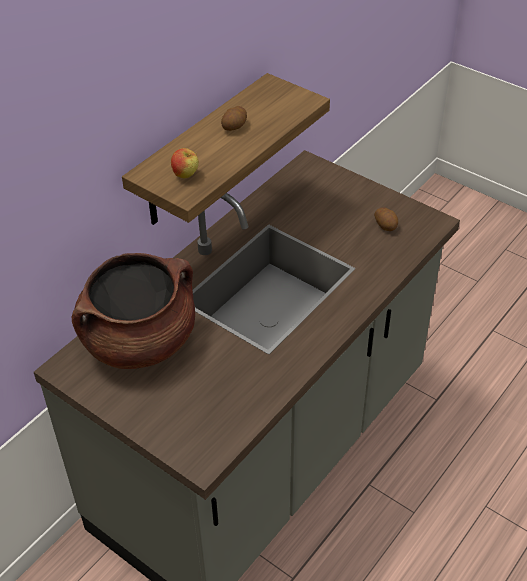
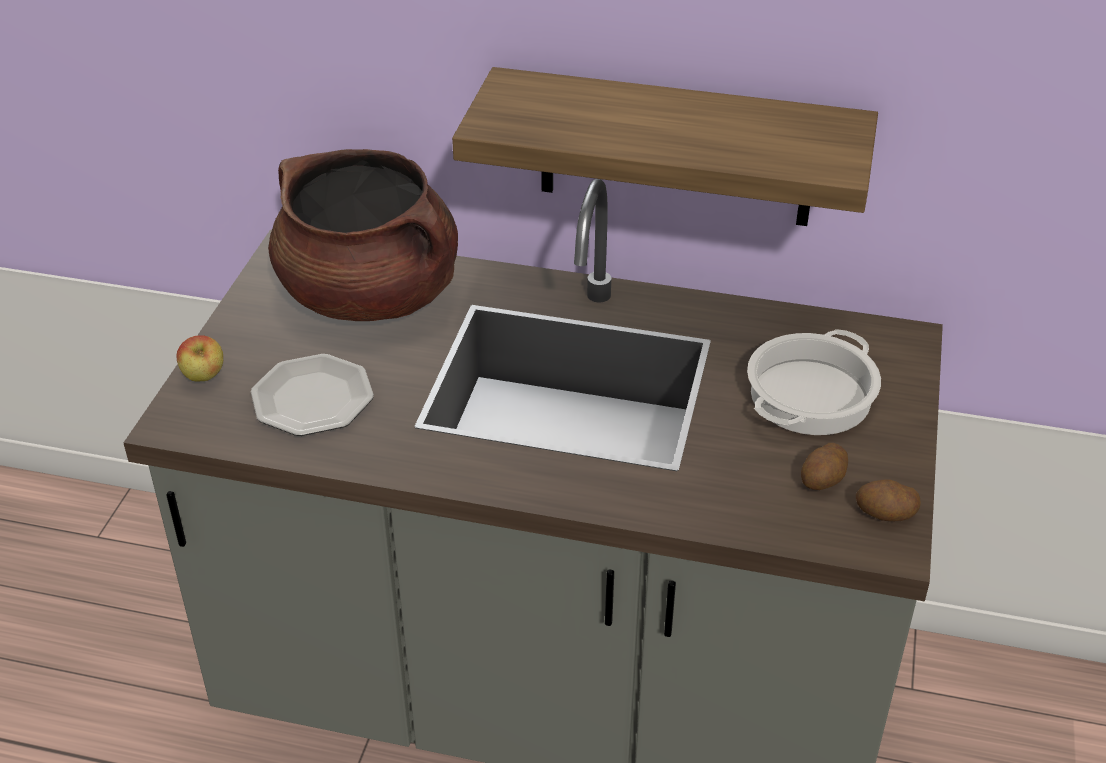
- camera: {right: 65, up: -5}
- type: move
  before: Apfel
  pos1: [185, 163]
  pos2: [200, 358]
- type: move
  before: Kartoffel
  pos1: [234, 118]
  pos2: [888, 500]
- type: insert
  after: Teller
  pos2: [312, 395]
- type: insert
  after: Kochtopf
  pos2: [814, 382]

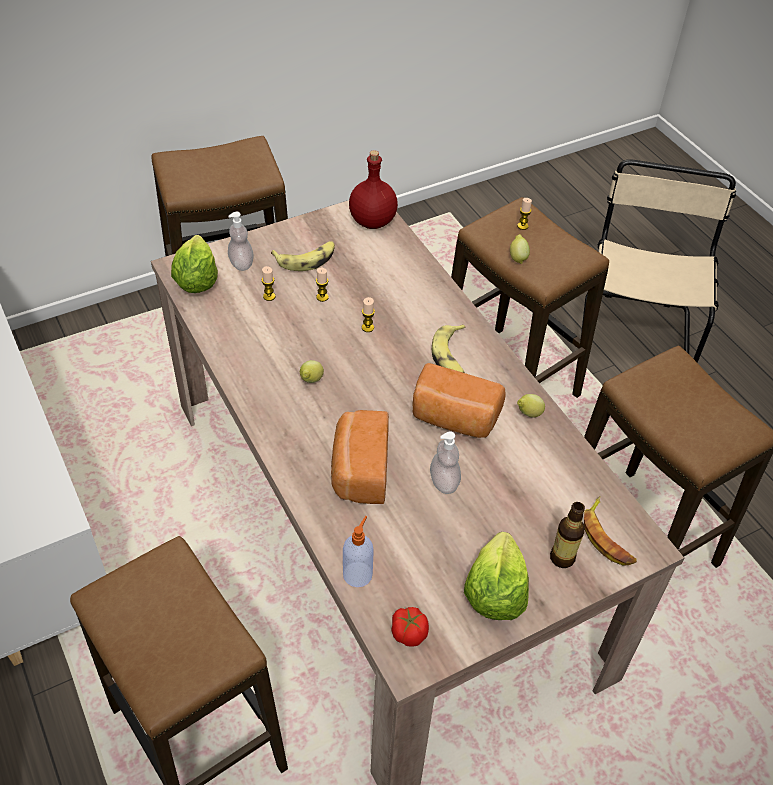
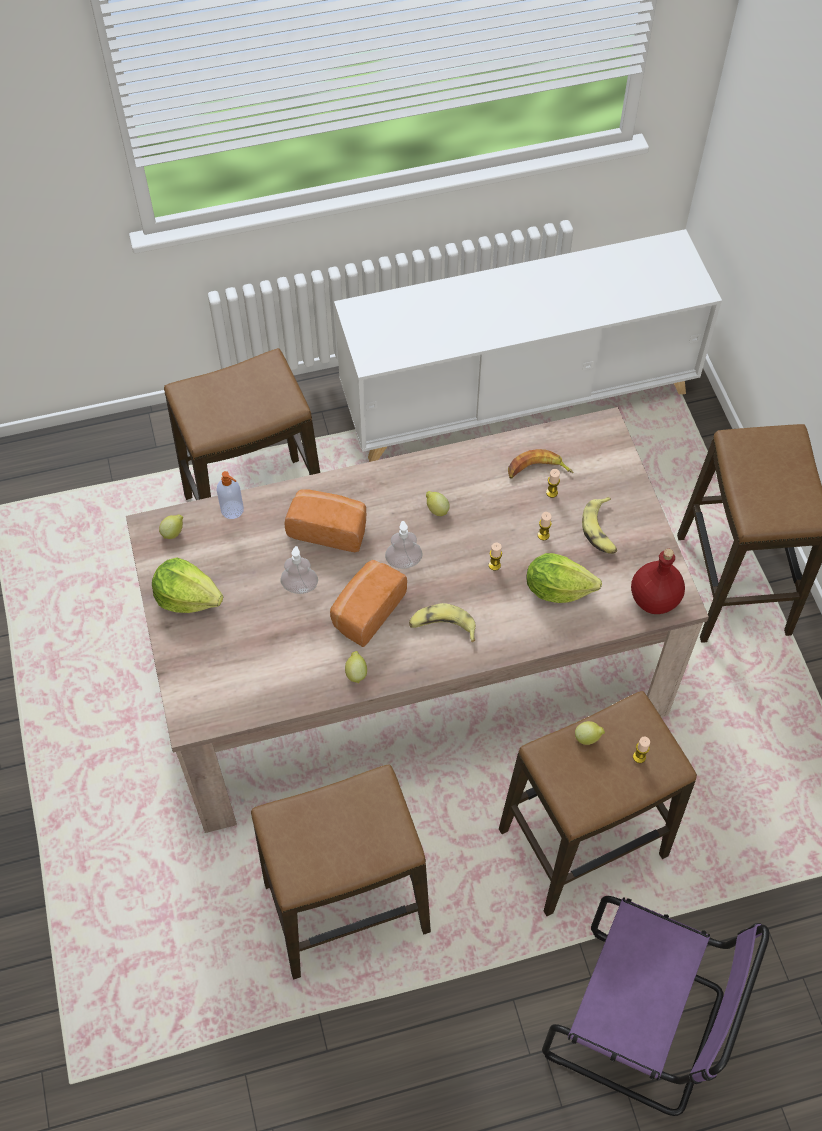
- camera: {right: 105, up: 10}
- type: move
  before: Salatkopf
  pos1: [194, 264]
  pos2: [564, 578]
- type: move
  before: Seifenspender
  pos1: [241, 241]
  pos2: [404, 545]
- type: replace
  before: Tomate
  after: Zitrone
  pos1: [410, 627]
  pos2: [171, 526]
- type: delete
  before: Flasche
  pos1: [567, 535]
- type: recolor
  before: Stuhl/beige
  after: Stuhl/lila
  pos1: [658, 261]
  pos2: [655, 1006]
- type: move
  before: Banane
  pos1: [610, 531]
  pos2: [540, 464]

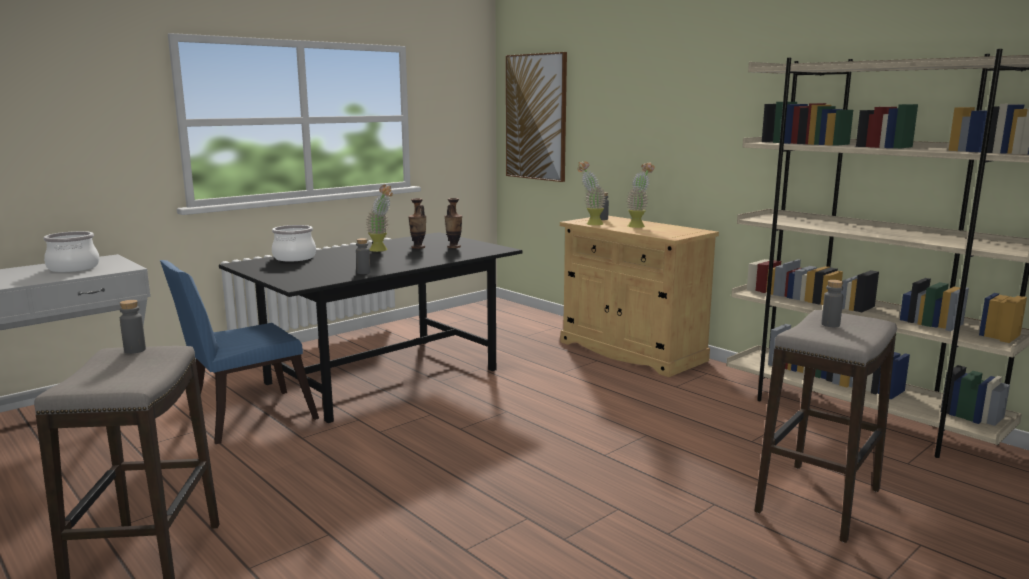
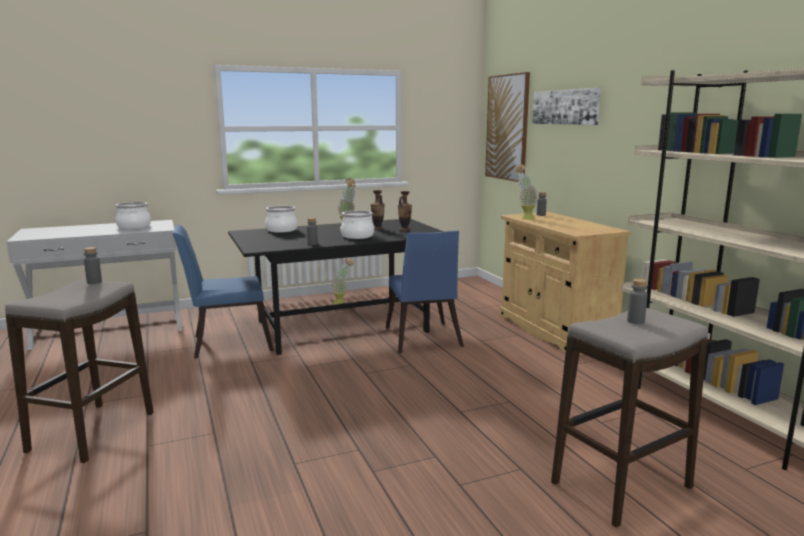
- camera: {right: 20, up: 0}
- type: move
  before: Topfpflanze
  pos1: [641, 195]
  pos2: [343, 281]
- type: insert
  after: Kochtopf
  pos2: [357, 224]
- type: insert
  after: Stuhl/blau
  pos2: [425, 292]
- type: insert
  after: Bild
  pos2: [566, 106]

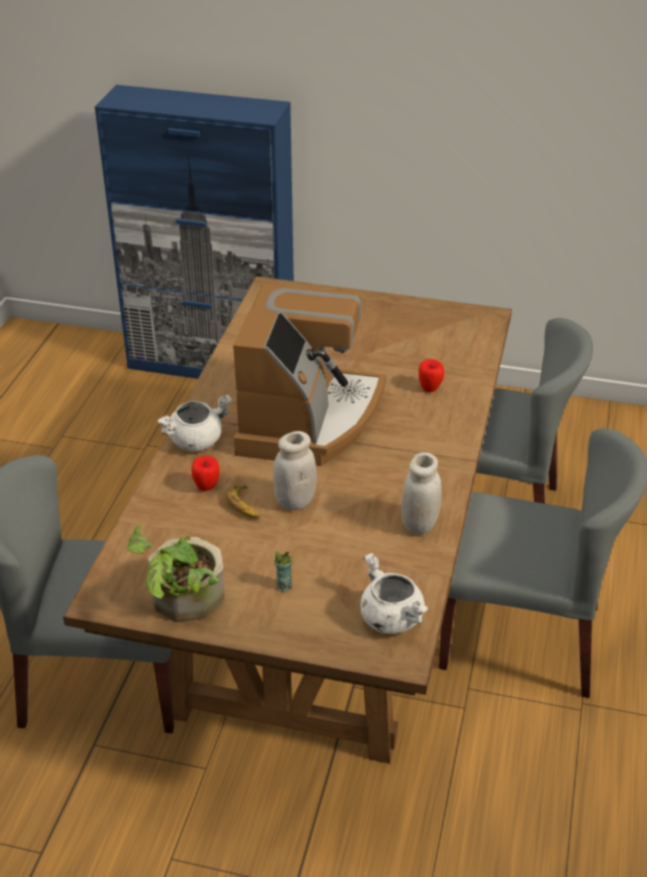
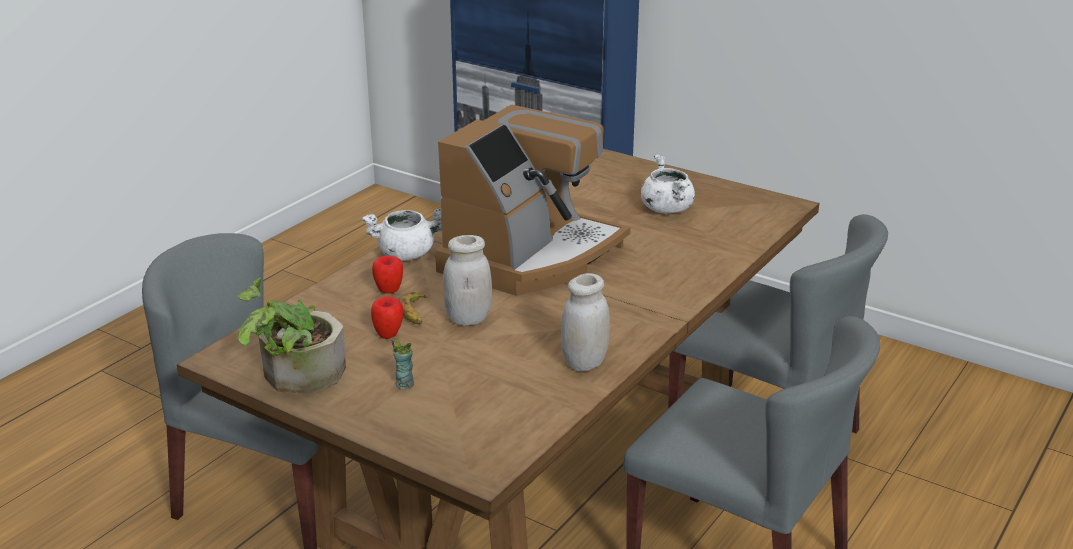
- camera: {right: 20, up: -10}
- type: move
  before: Kochtopf/weiß
  pos1: [394, 593]
  pos2: [668, 184]
- type: move
  before: Apfel
  pos1: [431, 375]
  pos2: [387, 318]

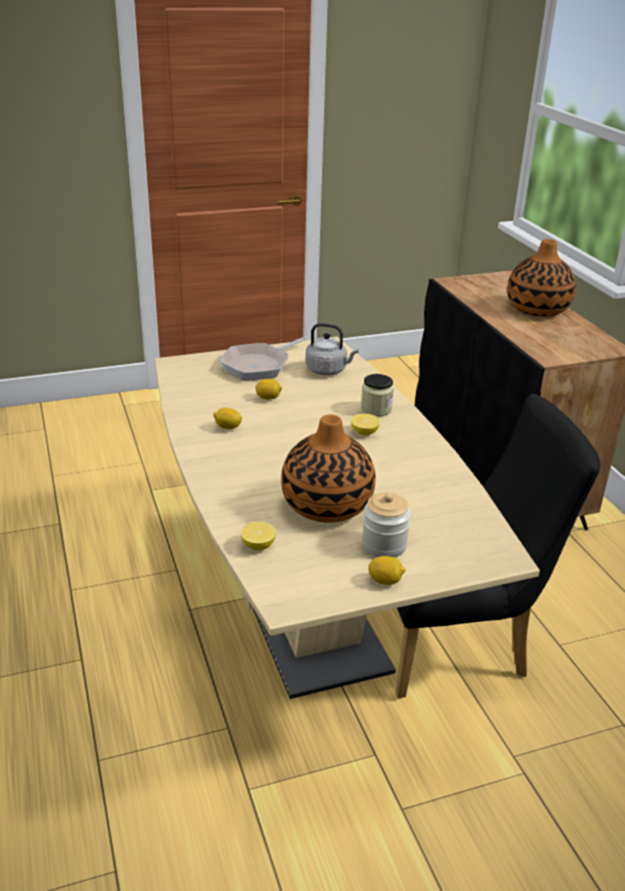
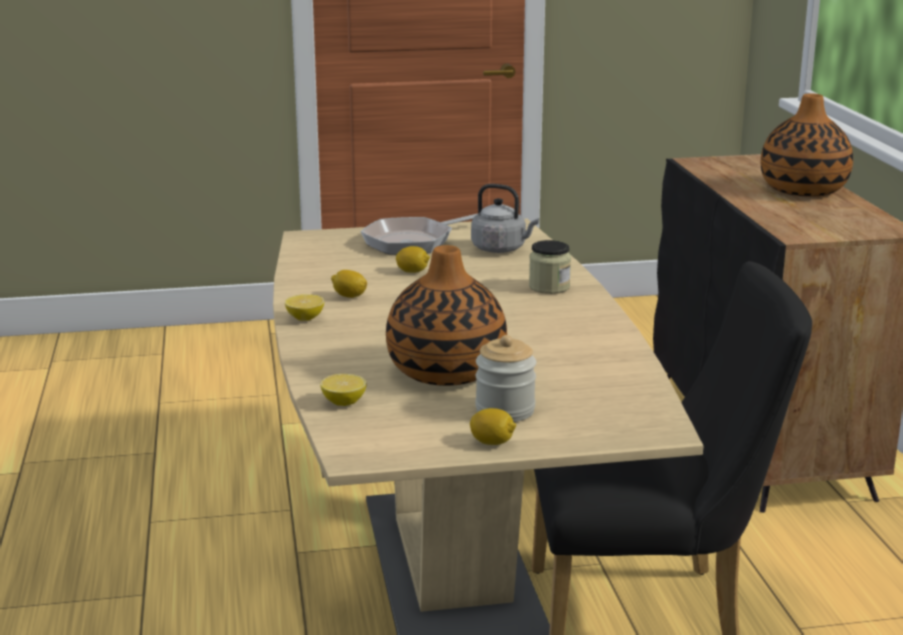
- camera: {right: 10, up: -10}
- type: move
  before: Zitrone
  pos1: [365, 424]
  pos2: [304, 307]

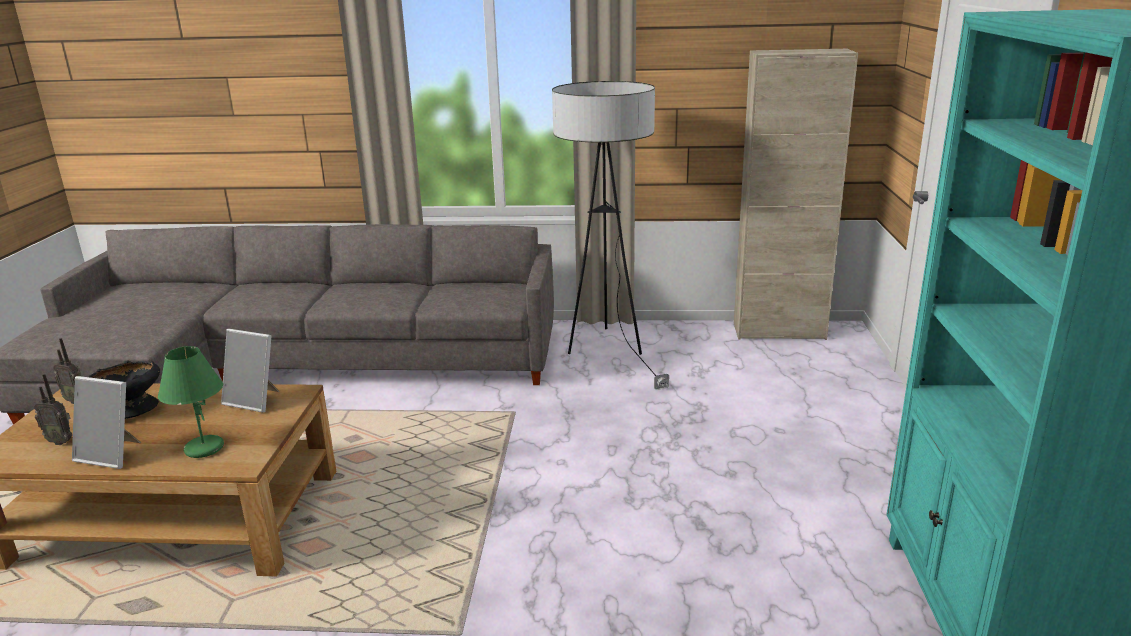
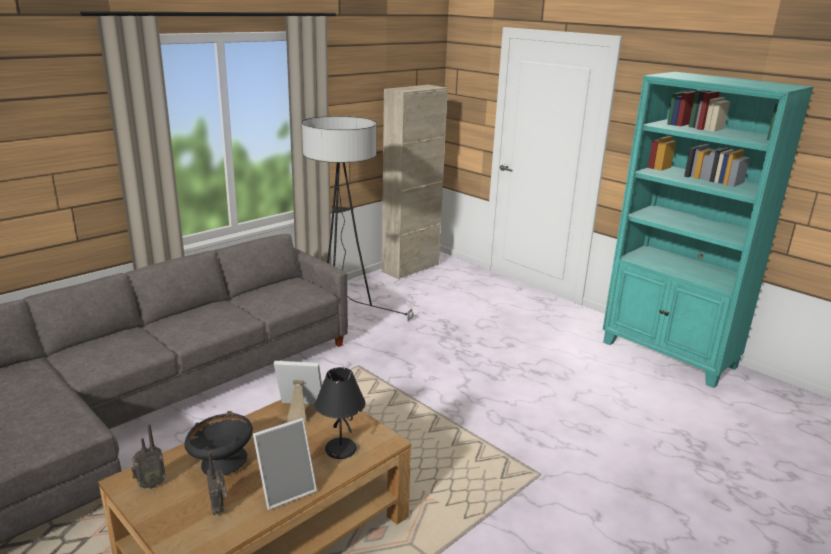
- camera: {right: -50, up: 0}
- type: rotate
  before: Radio
  pos1: [53, 409]
  pos2: [217, 483]
  turn: 105
- type: recolor
  before: Tischlampe/grün
  after: Tischlampe/schwarz
  pos1: [191, 402]
  pos2: [340, 413]
- type: rotate
  before: Bilderrahmen
  pos1: [250, 371]
  pos2: [298, 392]
  turn: -150

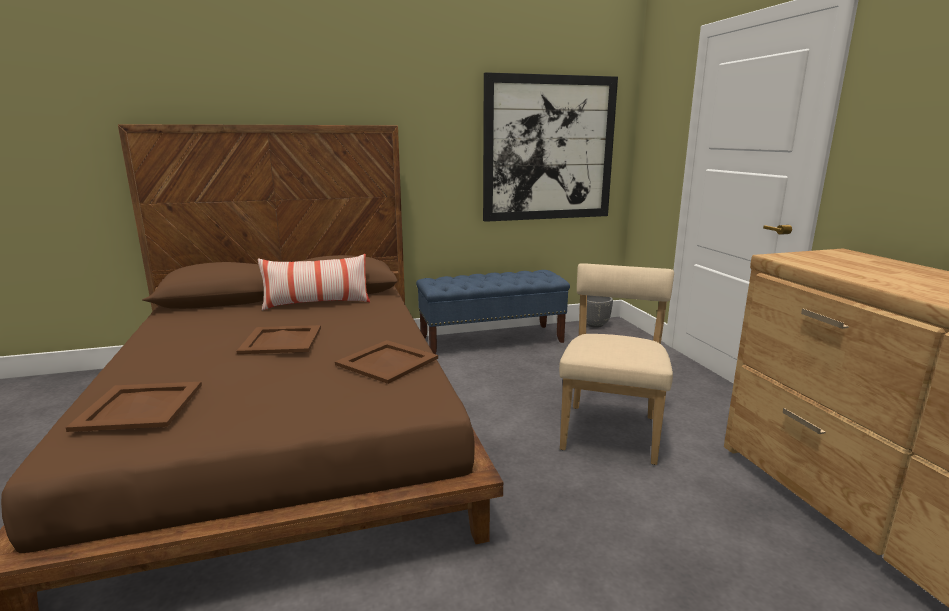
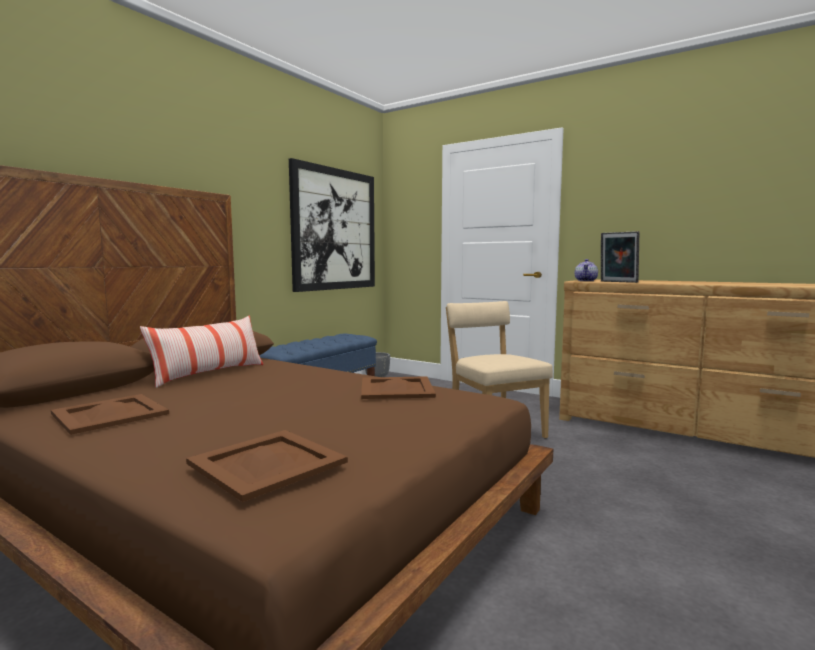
- camera: {right: -40, up: -10}
- type: move
  before: Tablett/braun
  pos1: [278, 339]
  pos2: [110, 414]
- type: insert
  after: Teekanne
  pos2: [586, 270]
- type: insert
  after: Bilderrahmen
  pos2: [620, 257]

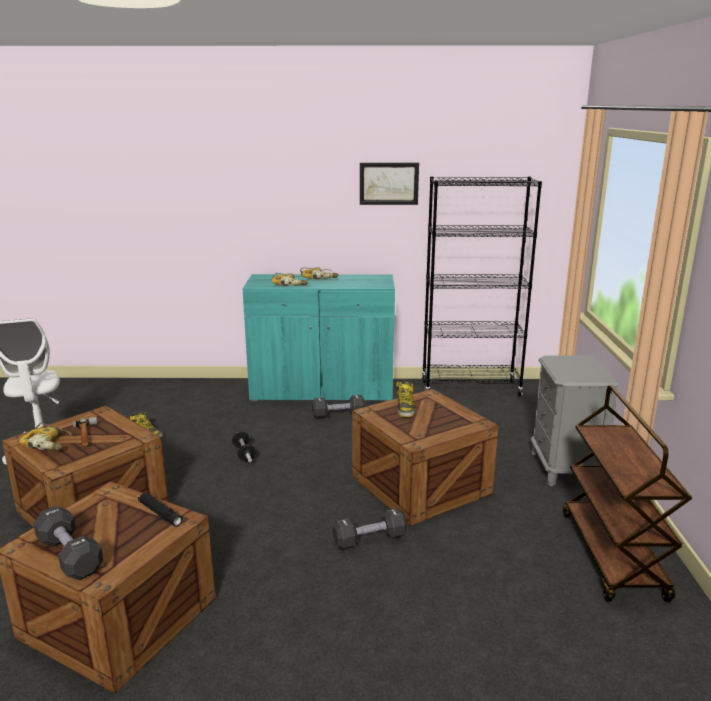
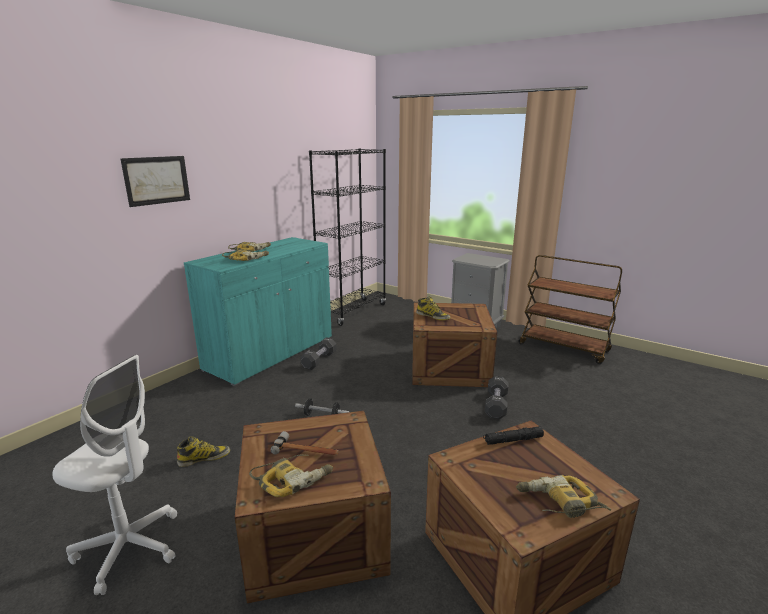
- camera: {right: -55, up: 0}
- type: replace
  before: Hantel/schwarz
  after: Bohrmaschine
  pos1: [68, 543]
  pos2: [563, 496]
- type: move
  before: Bild
  pos1: [389, 184]
  pos2: [155, 181]

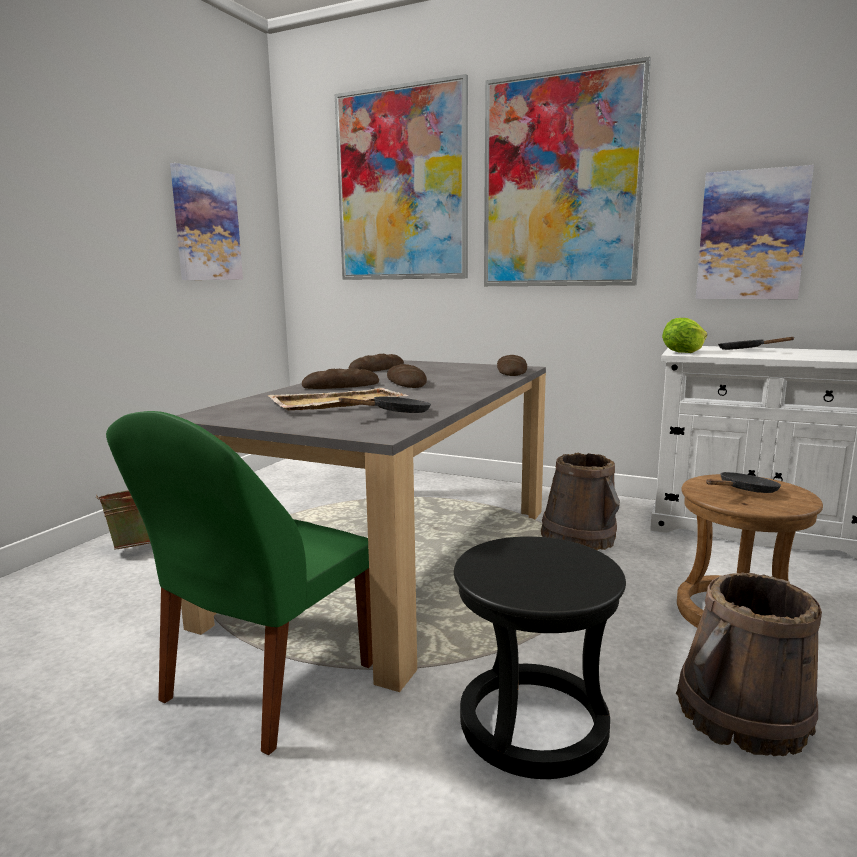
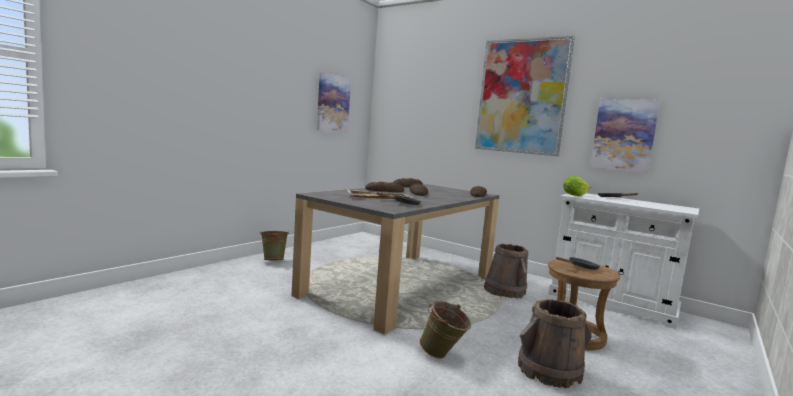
- camera: {right: 10, up: -5}
- type: delete
  before: Stuhl/grün
  pos1: [239, 583]
- type: delete
  before: Bild
  pos1: [401, 177]
- type: replace
  before: Hocker/schwarz
  after: Eimer/grün
  pos1: [540, 657]
  pos2: [445, 330]

